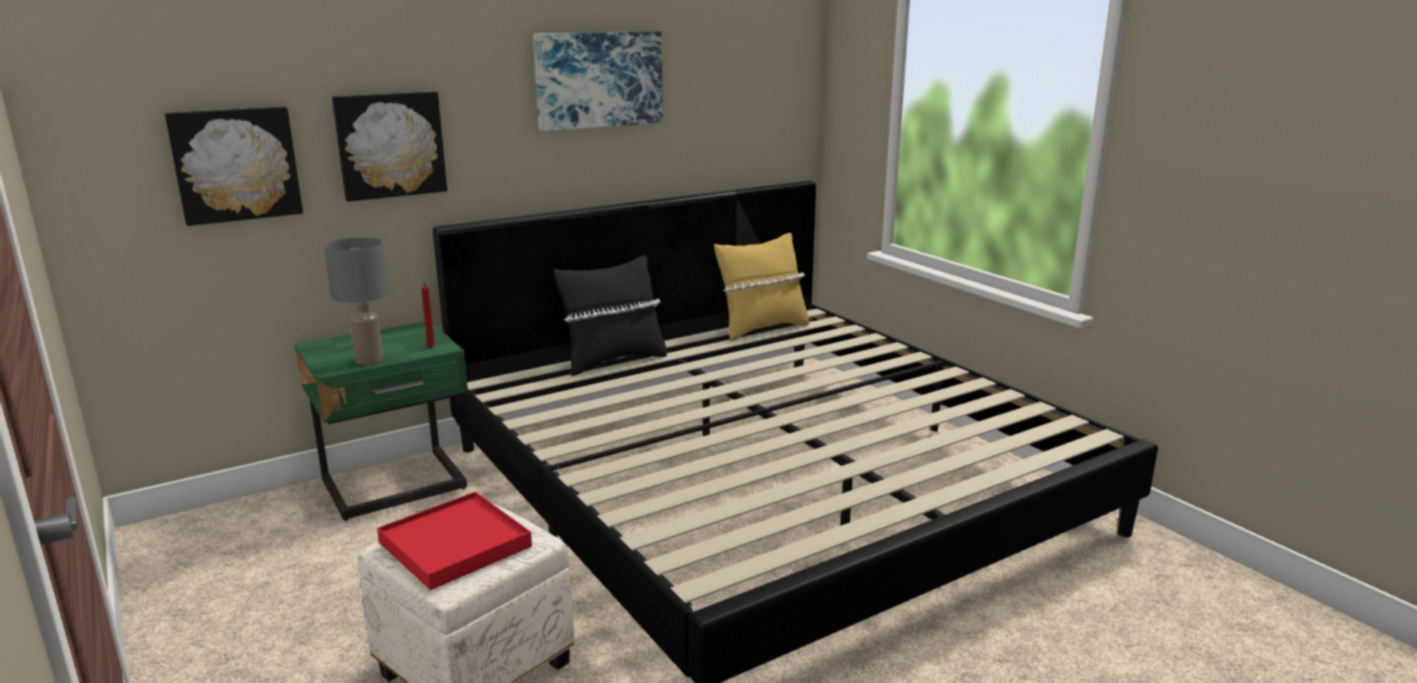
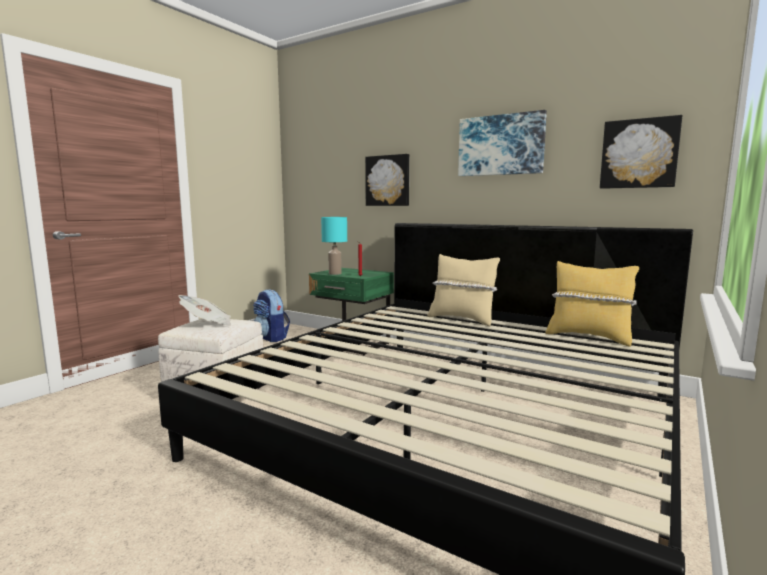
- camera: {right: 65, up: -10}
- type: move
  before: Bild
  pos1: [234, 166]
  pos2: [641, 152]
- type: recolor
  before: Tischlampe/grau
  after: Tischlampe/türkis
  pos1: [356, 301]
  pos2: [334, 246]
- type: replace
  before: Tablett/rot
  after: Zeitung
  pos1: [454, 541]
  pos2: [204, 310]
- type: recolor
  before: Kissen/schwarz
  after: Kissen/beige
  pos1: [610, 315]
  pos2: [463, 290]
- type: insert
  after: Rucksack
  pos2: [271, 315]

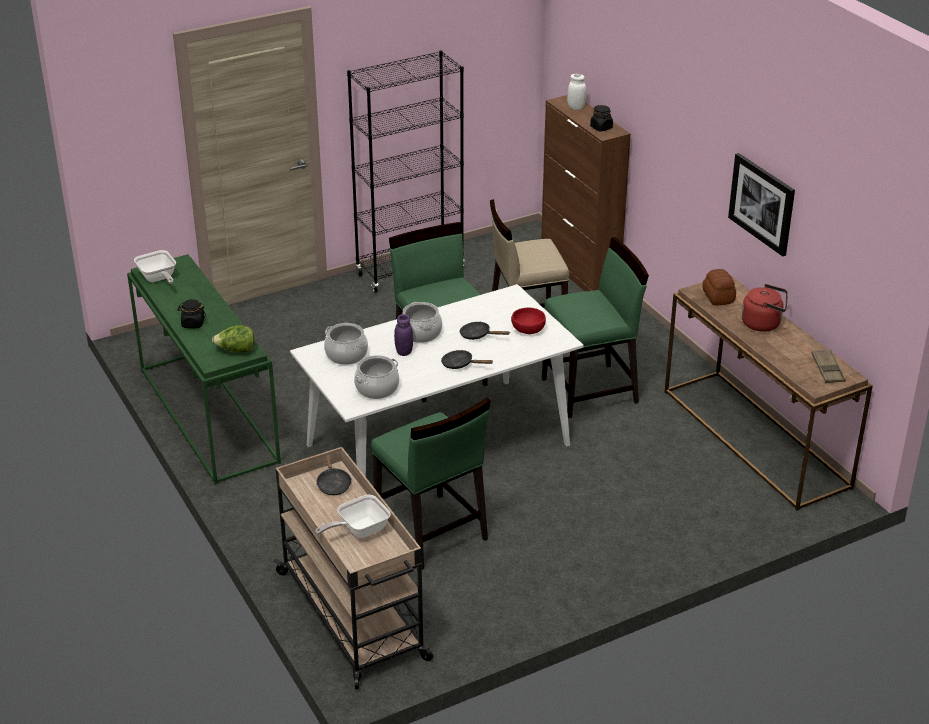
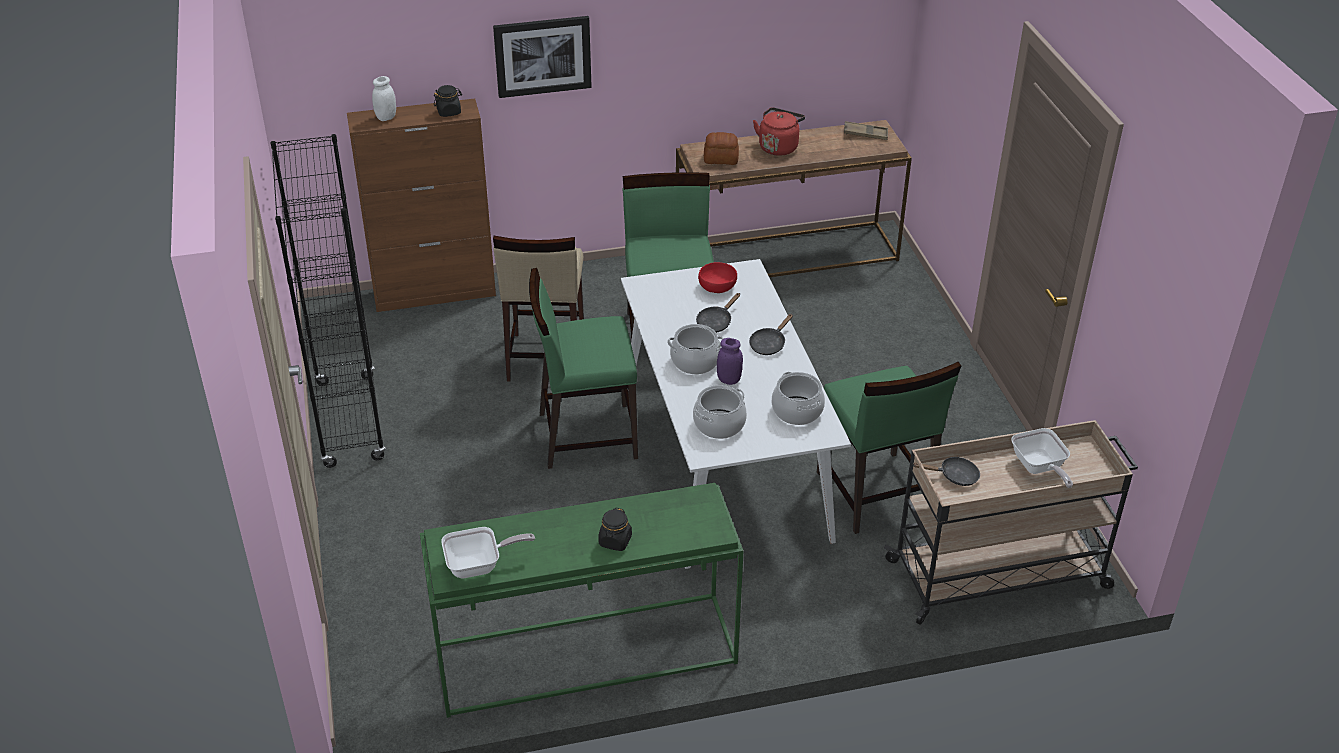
- camera: {right: -75, up: 5}
- type: delete
  before: Salatkopf
  pos1: [233, 339]
- type: rotate
  before: Stuhl/grün
  pos1: [431, 483]
  pos2: [889, 448]
  turn: 90
- type: move
  before: Bild
  pos1: [761, 204]
  pos2: [542, 57]

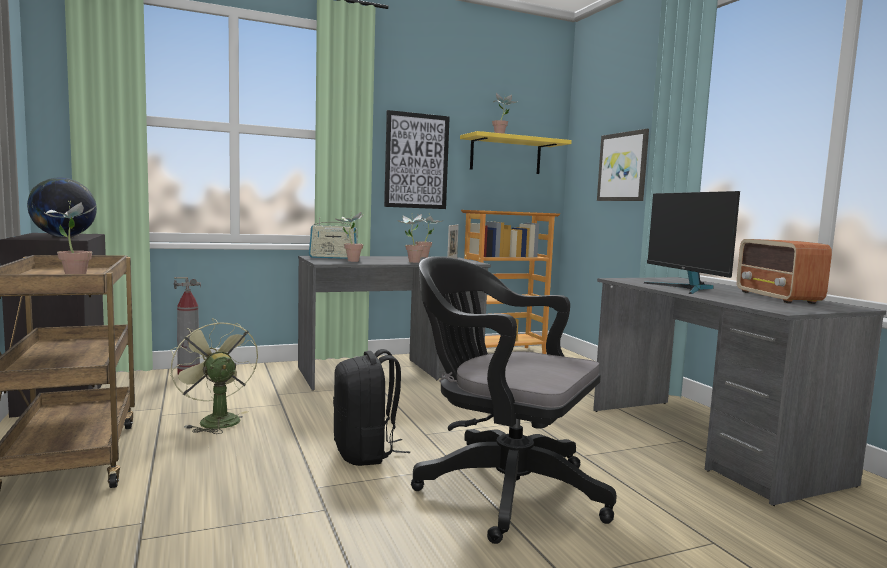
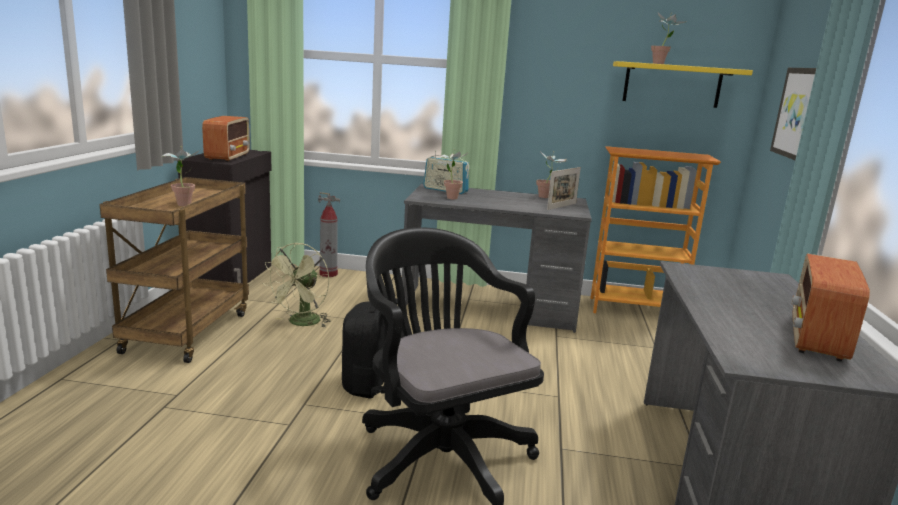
- camera: {right: 30, up: 10}
- type: replace
  before: Globus
  after: Radio
  pos1: [62, 207]
  pos2: [226, 139]
- type: rotate
  before: Ventilator/grün
  pos1: [214, 376]
  pos2: [297, 285]
  turn: -150
- type: delete
  before: Bild
  pos1: [417, 159]
- type: delete
  before: Topfpflanze
  pos1: [411, 238]
- type: delete
  before: Monitor
  pos1: [692, 242]

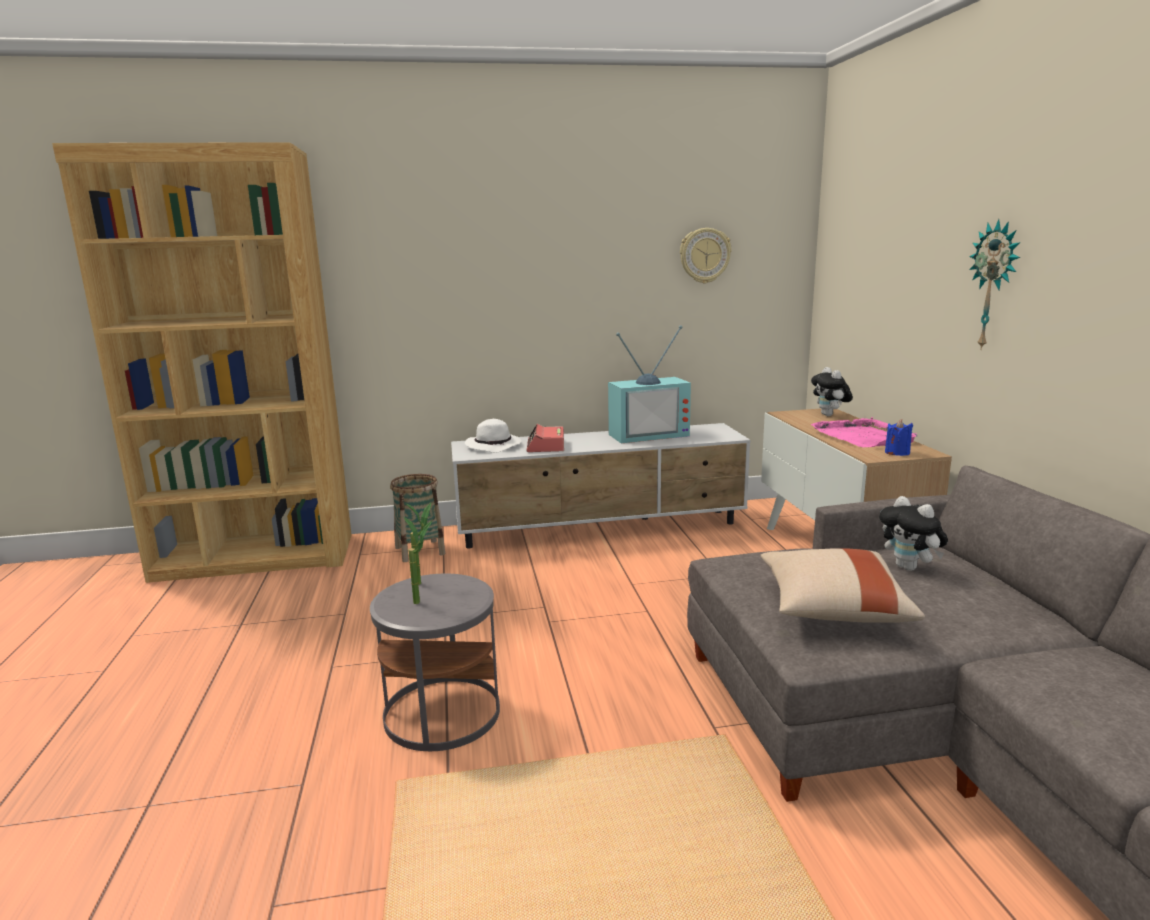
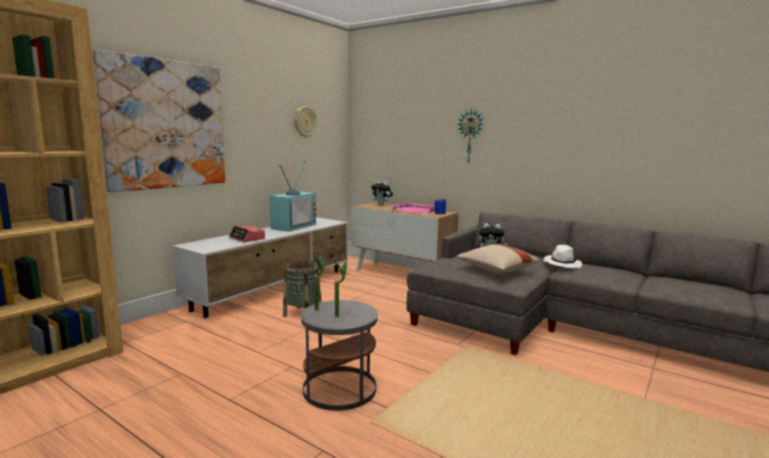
- camera: {right: -45, up: -5}
- type: move
  before: Korb
  pos1: [417, 518]
  pos2: [302, 288]
- type: move
  before: Hut/weiß
  pos1: [493, 436]
  pos2: [563, 256]
- type: insert
  after: Bild
  pos2: [158, 120]

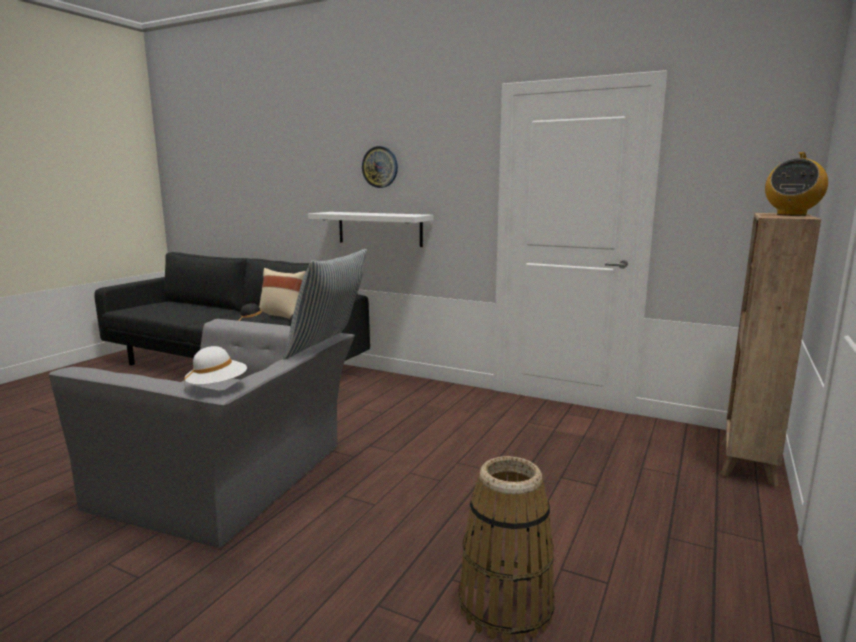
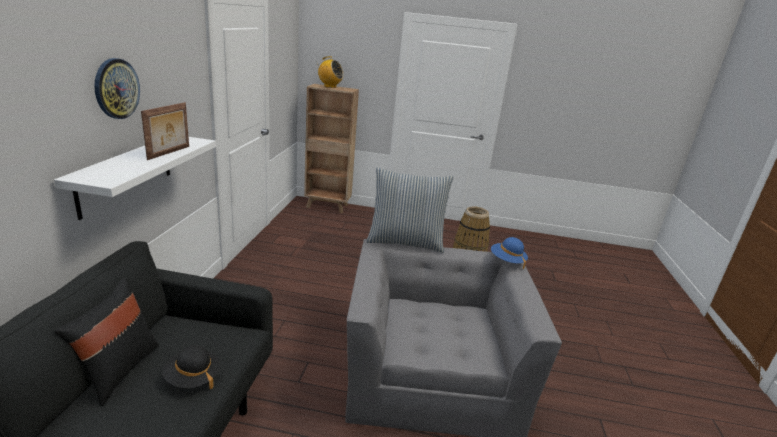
- camera: {right: -110, up: 10}
- type: recolor
  before: Hut/weiß
  after: Hut/blau
  pos1: [215, 368]
  pos2: [509, 253]
- type: recolor
  before: Kissen/beige
  after: Kissen/schwarz
  pos1: [282, 293]
  pos2: [106, 342]
- type: insert
  after: Bilderrahmen
  pos2: [165, 131]

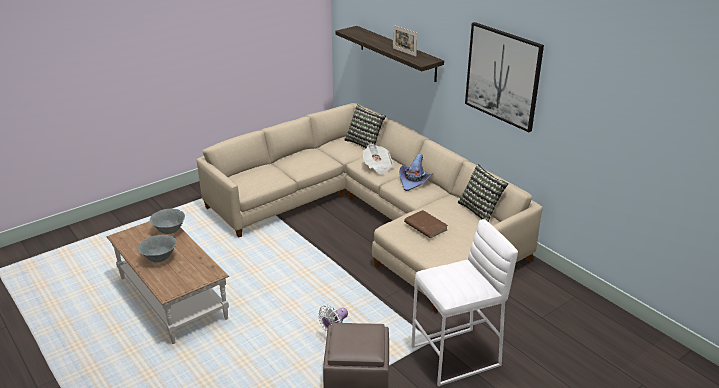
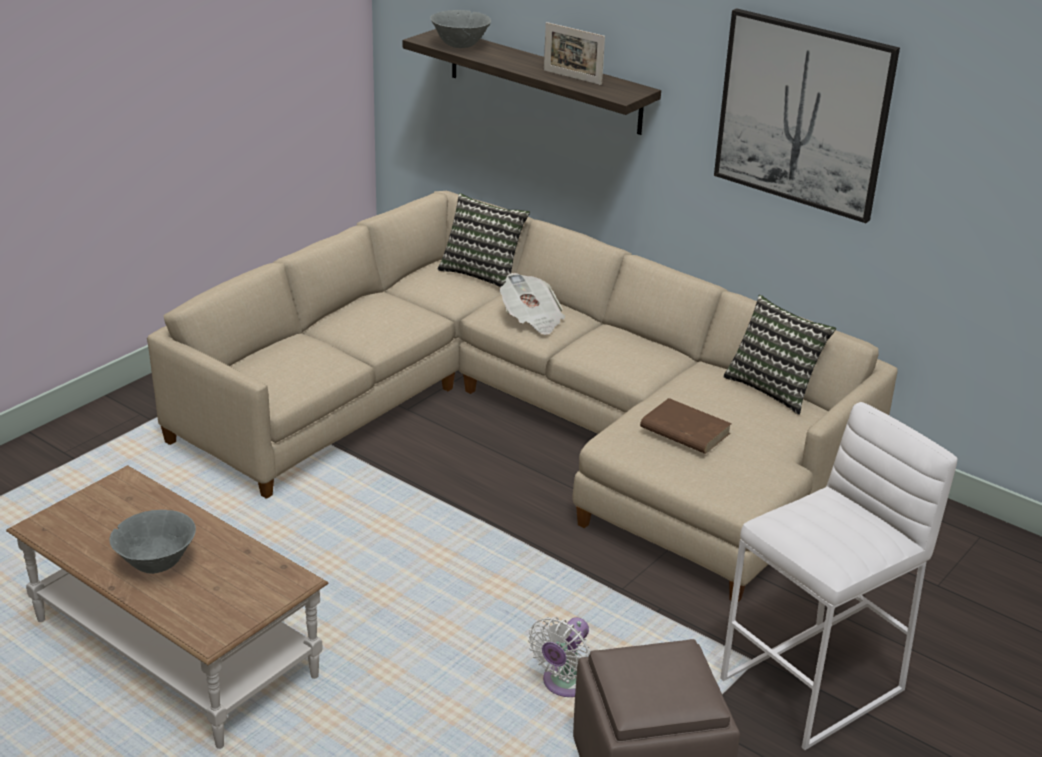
- camera: {right: -15, up: 0}
- type: move
  before: Schüssel/grau
  pos1: [167, 221]
  pos2: [460, 29]
- type: delete
  before: Hut/lila
  pos1: [416, 172]

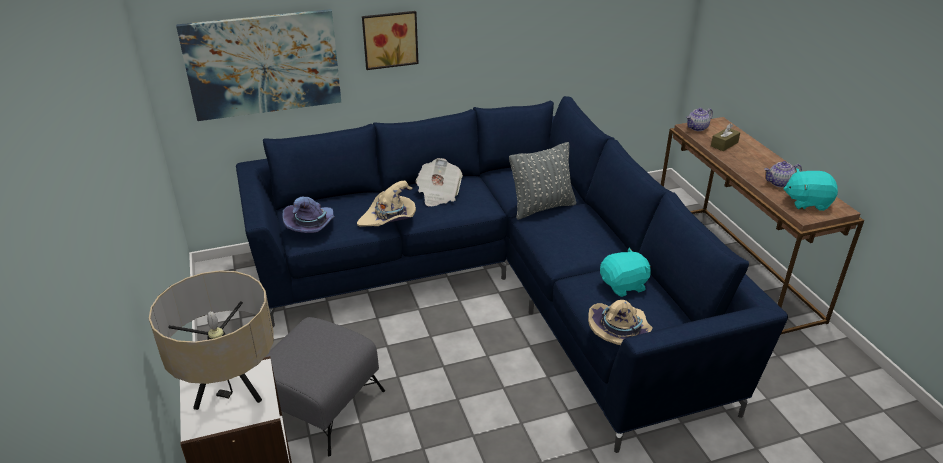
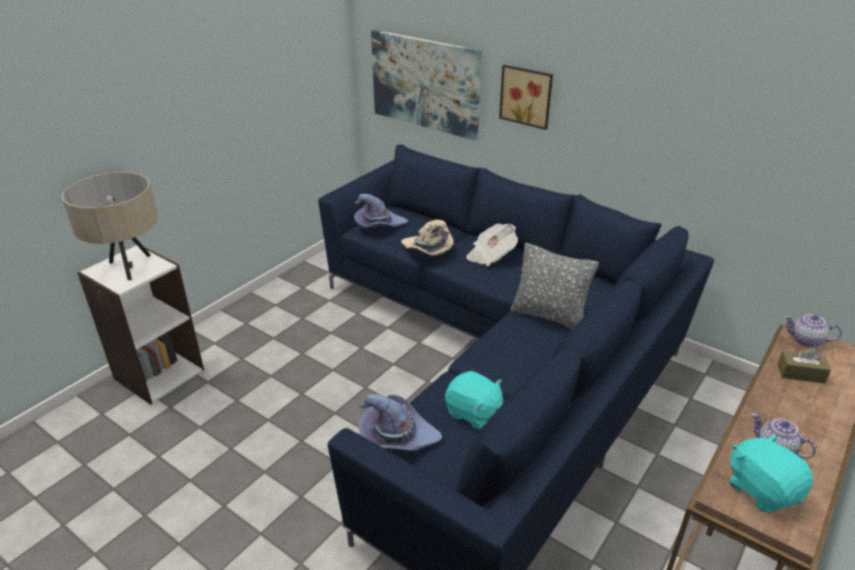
- camera: {right: 55, up: 0}
- type: delete
  before: Polsterhocker/grau
  pos1: [325, 386]
- type: recolor
  before: Hut/beige
  after: Hut/lila
  pos1: [620, 322]
  pos2: [400, 422]

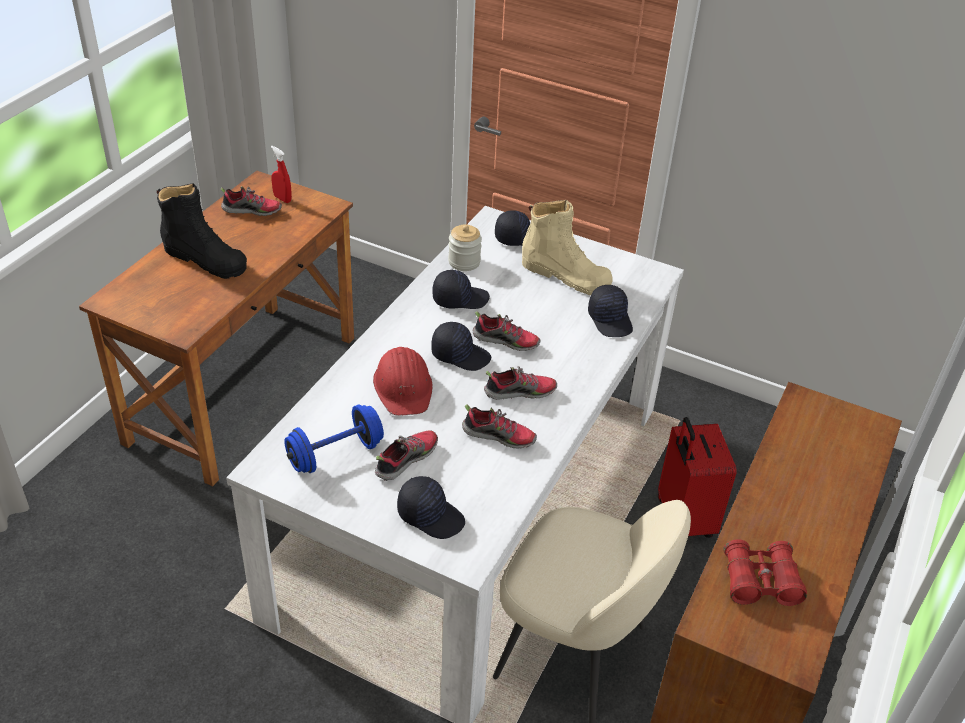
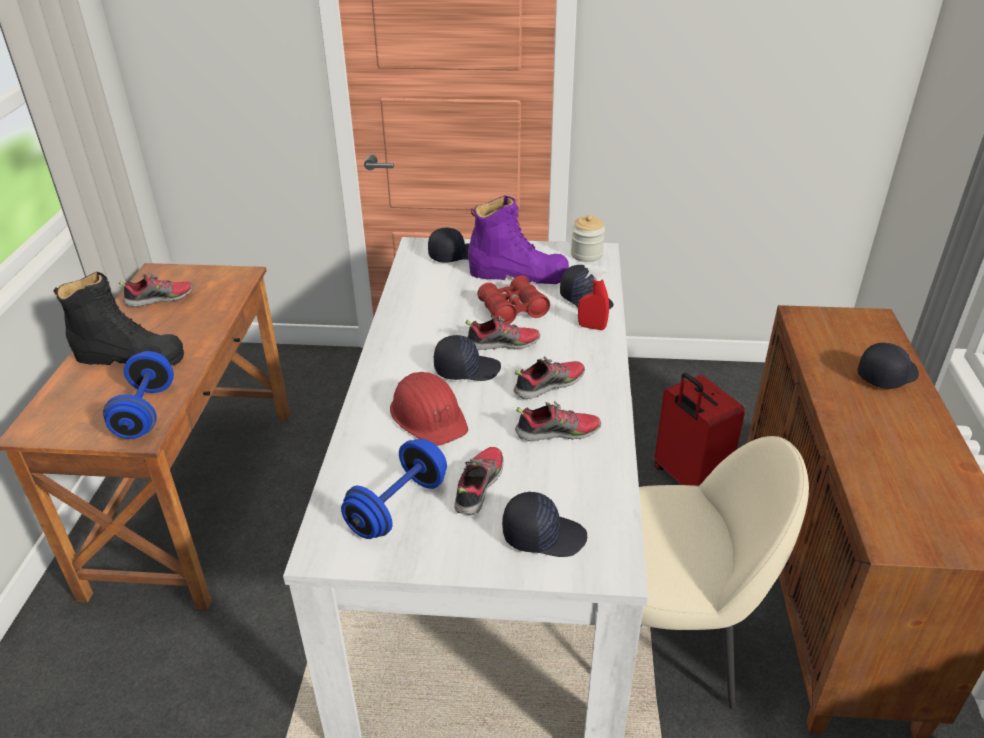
- camera: {right: -20, up: -5}
- type: move
  before: Sprühflasche/rot
  pos1: [281, 174]
  pos2: [593, 297]
- type: move
  before: Kappe/schwarz
  pos1: [461, 289]
  pos2: [888, 366]
- type: move
  before: Vorratsglas
  pos1: [465, 248]
  pos2: [588, 238]
- type: recolor
  before: Stiefel/beige
  after: Stiefel/lila
  pos1: [567, 248]
  pos2: [518, 239]
- type: move
  before: Fernglas/rot
  pos1: [765, 572]
  pos2: [513, 299]
- type: insert
  after: Hantel/blau
  pos2: [138, 395]

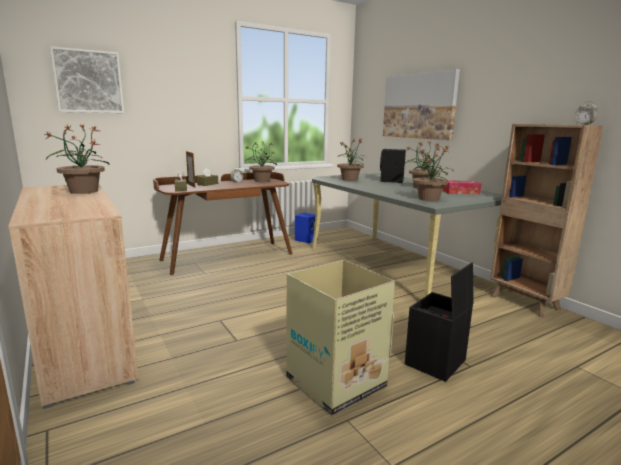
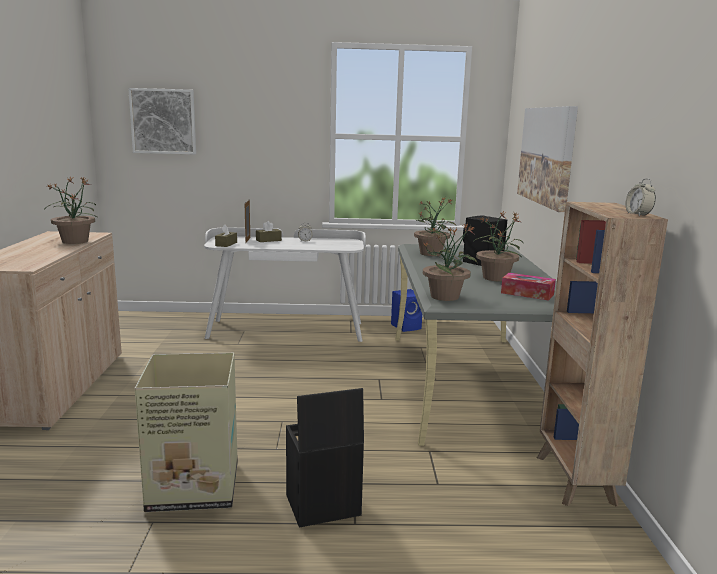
- camera: {right: 30, up: 0}
- type: recolor
  before: Schreibtisch/braun
  after: Schreibtisch/weiß
  pos1: [223, 223]
  pos2: [285, 284]
- type: delete
  before: Topfpflanze
  pos1: [261, 161]

